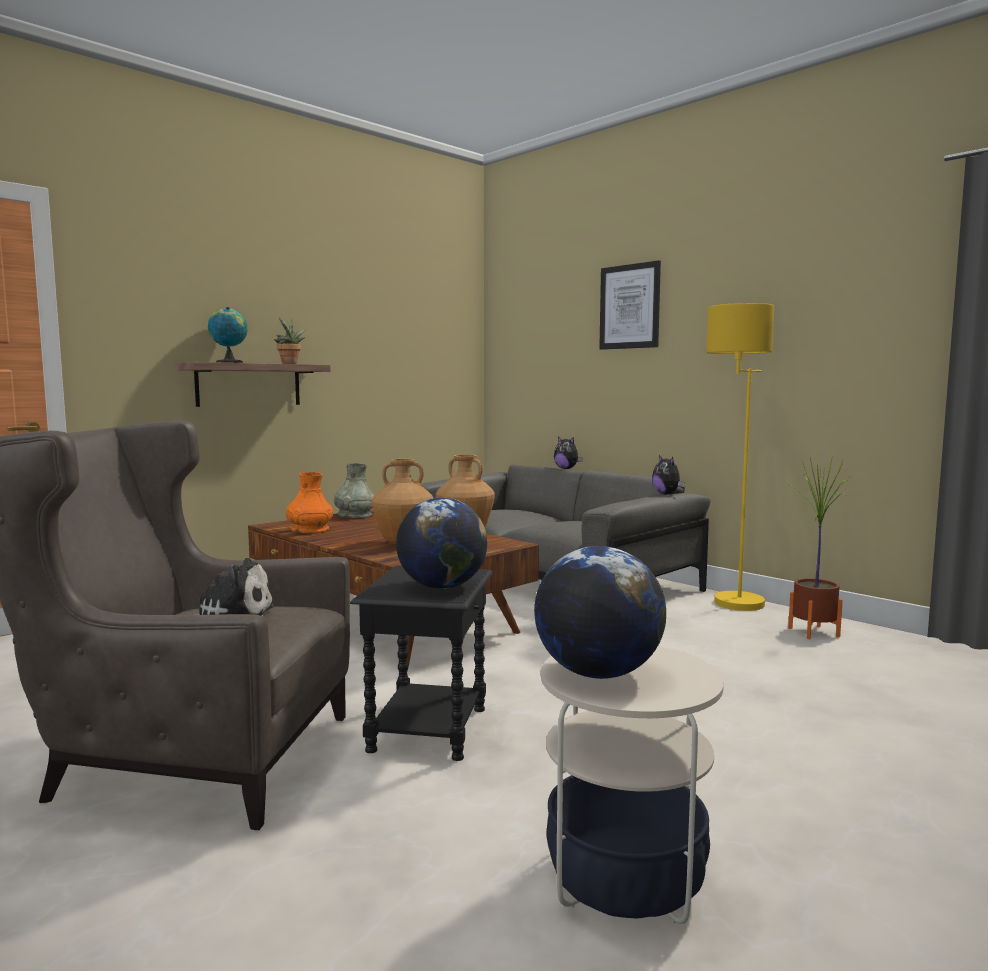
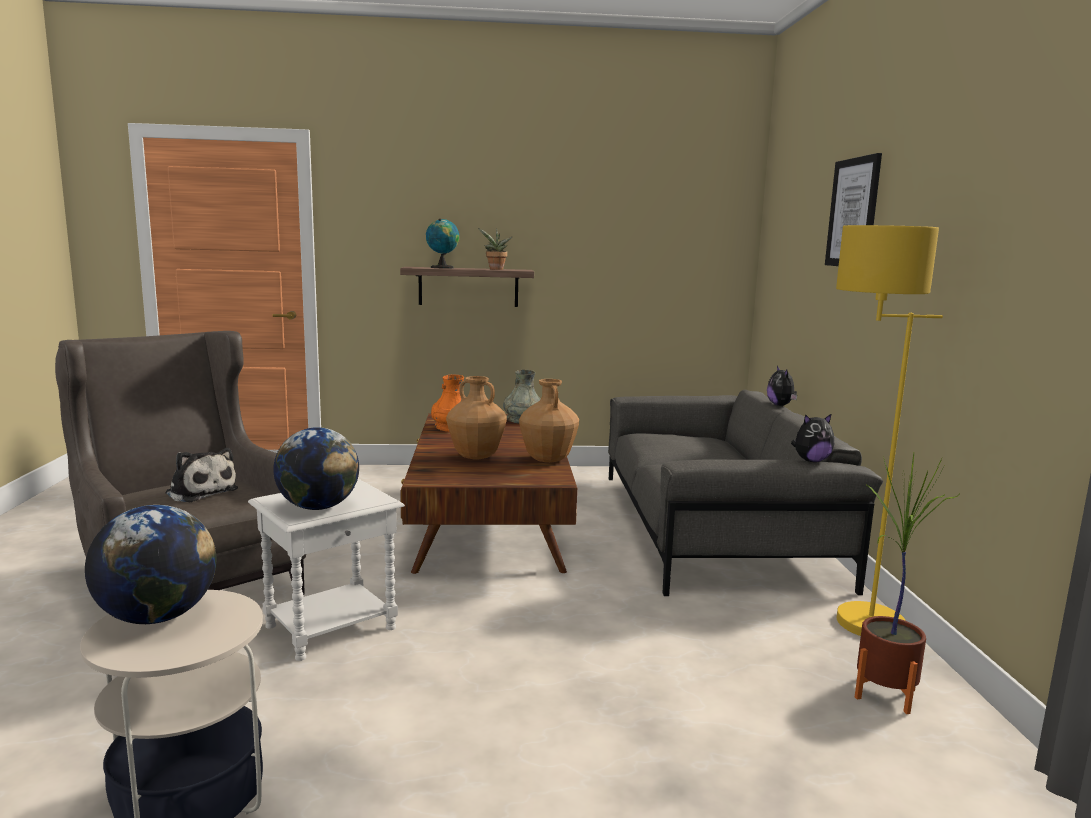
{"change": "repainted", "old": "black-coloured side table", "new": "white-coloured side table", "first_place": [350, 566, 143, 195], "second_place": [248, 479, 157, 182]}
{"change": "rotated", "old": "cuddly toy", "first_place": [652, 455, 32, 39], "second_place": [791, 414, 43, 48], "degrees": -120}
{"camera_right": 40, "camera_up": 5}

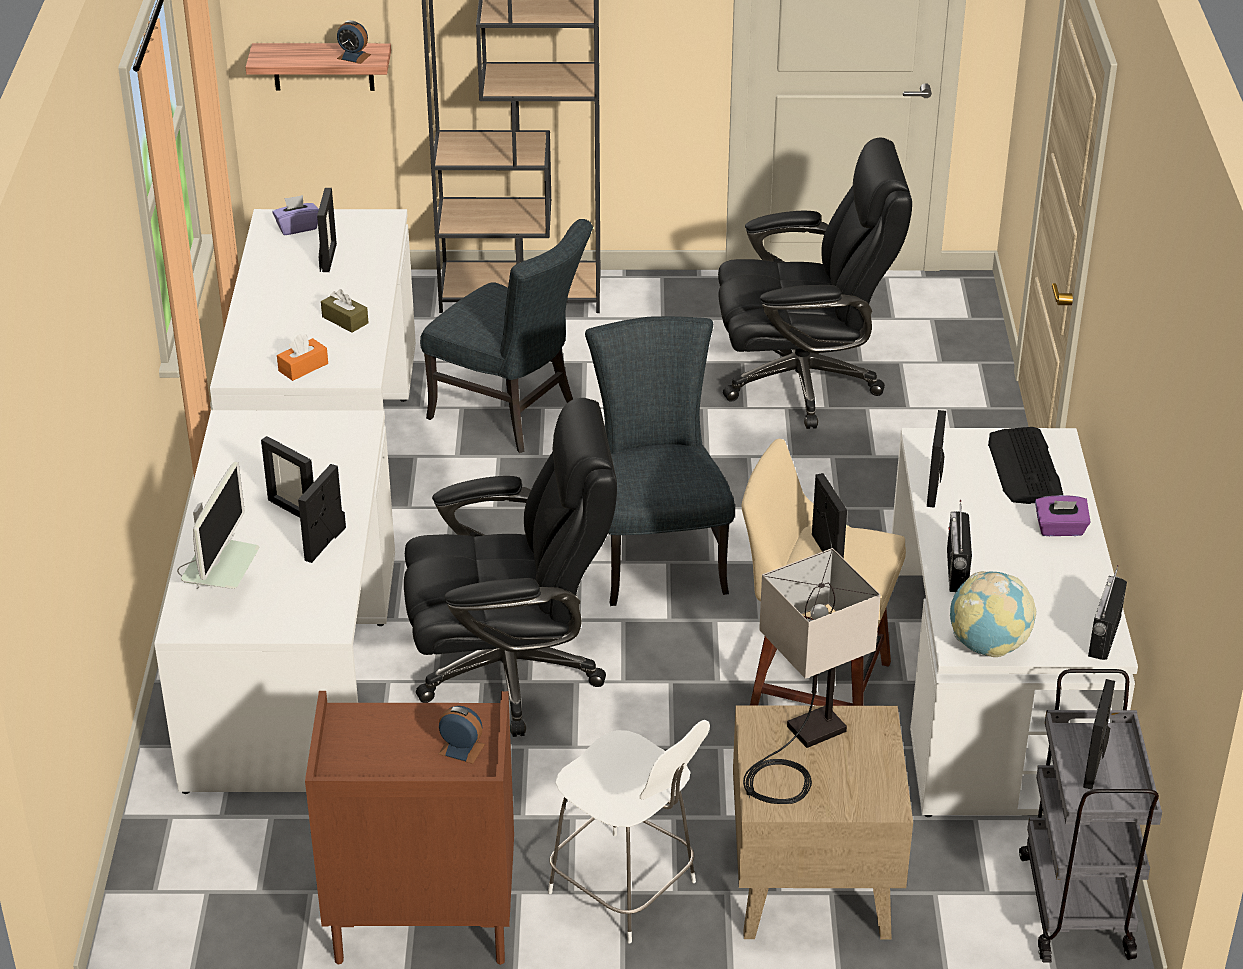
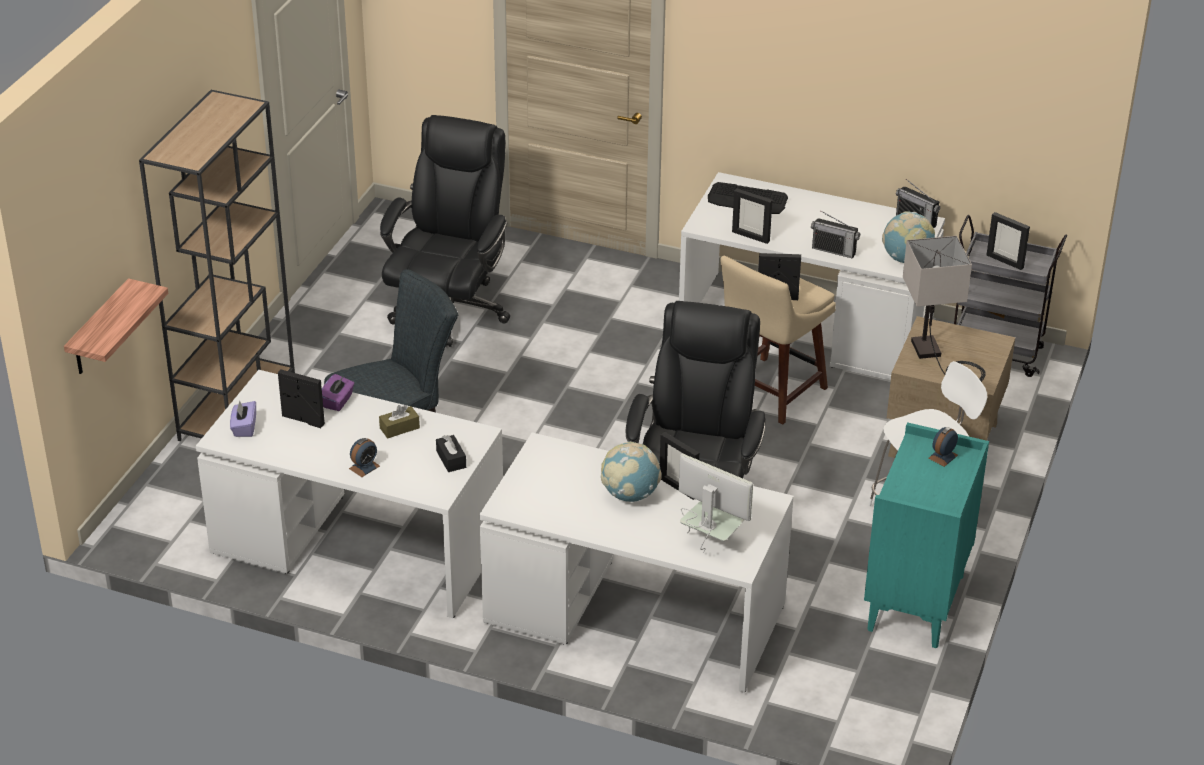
{"change": "swapped", "old": "photo frame", "new": "globe", "first_place": [261, 436, 53, 82], "second_place": [601, 442, 60, 60]}
{"change": "repainted", "old": "orangey box of tissues", "new": "black-coloured box of tissues", "first_place": [277, 334, 51, 47], "second_place": [436, 435, 30, 37]}
{"change": "repainted", "old": "brownish cabinet", "new": "turquoise-coloured cabinet", "first_place": [305, 691, 209, 274], "second_place": [864, 422, 125, 226]}
{"change": "shifted", "old": "bedside clock", "first_place": [337, 20, 34, 44], "second_place": [349, 438, 31, 39]}
{"change": "gone", "old": "gray chair", "first_place": [585, 316, 150, 290]}
{"change": "shifted", "old": "purple box of tissues", "first_place": [1035, 495, 56, 41], "second_place": [322, 374, 32, 37]}
{"camera_right": -70, "camera_up": 0}

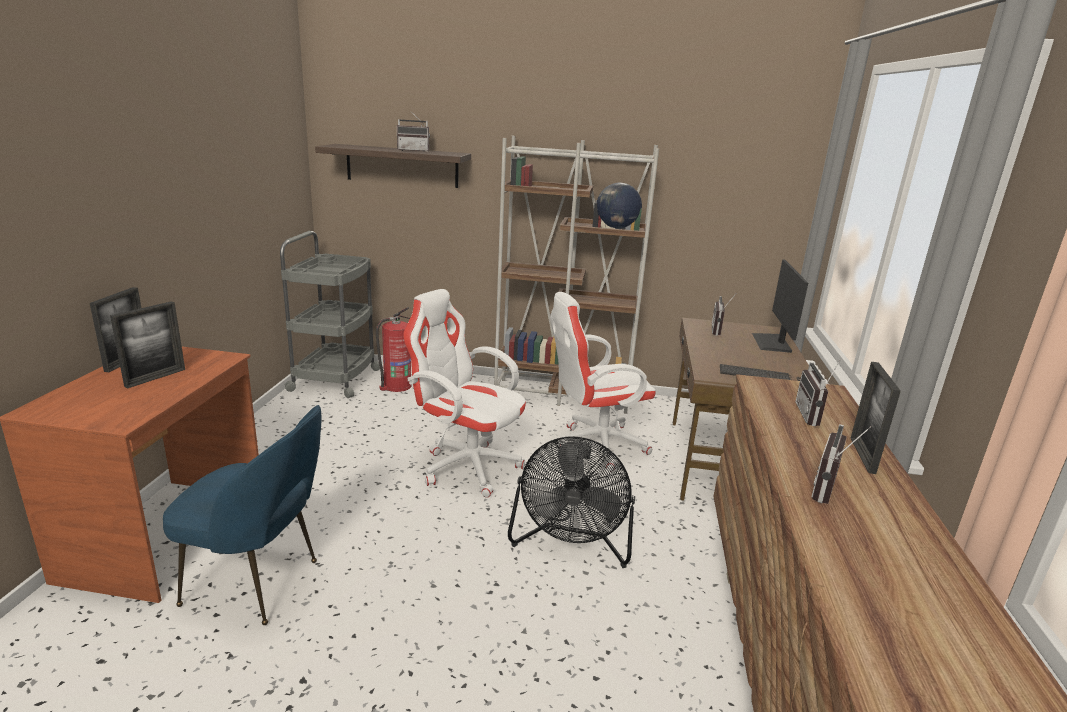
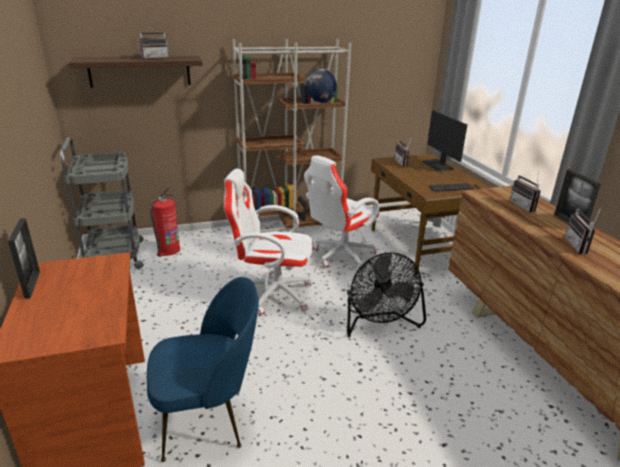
{"change": "gone", "old": "photo frame", "first_place": [110, 301, 75, 87]}
{"camera_right": -25, "camera_up": 5}

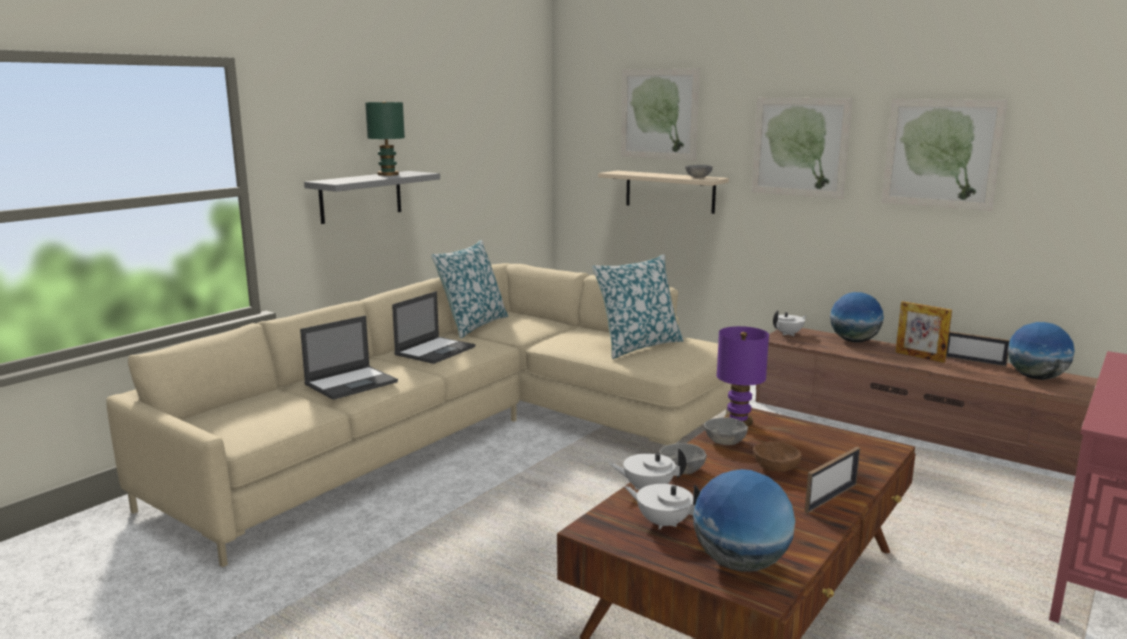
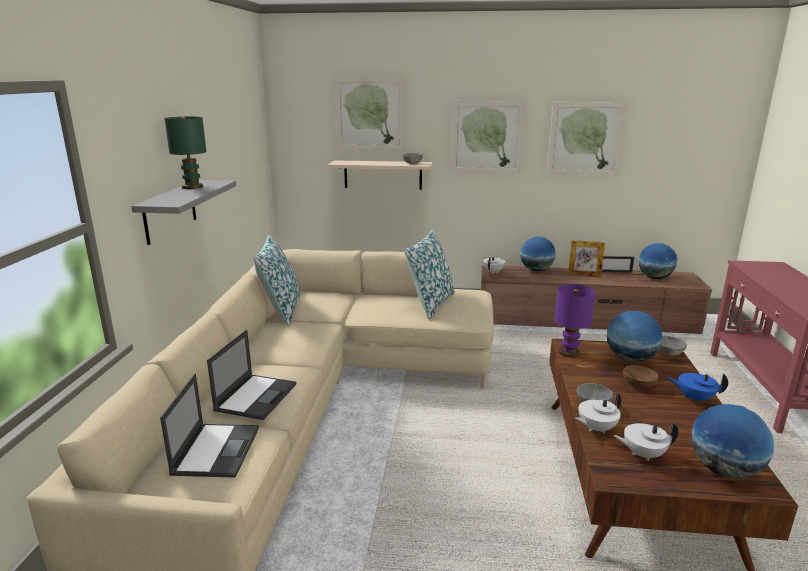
{"change": "shifted", "old": "portable computer", "first_place": [392, 291, 83, 73], "second_place": [160, 373, 99, 105]}
{"change": "shifted", "old": "gray serving bowl", "first_place": [704, 417, 44, 28], "second_place": [659, 336, 28, 20]}
{"change": "swapped", "old": "photo frame", "new": "blue-coloured tea pot", "first_place": [805, 447, 55, 66], "second_place": [668, 373, 60, 30]}
{"change": "new", "new": "globe", "second_place": [607, 311, 56, 51]}
{"camera_right": -30, "camera_up": 5}

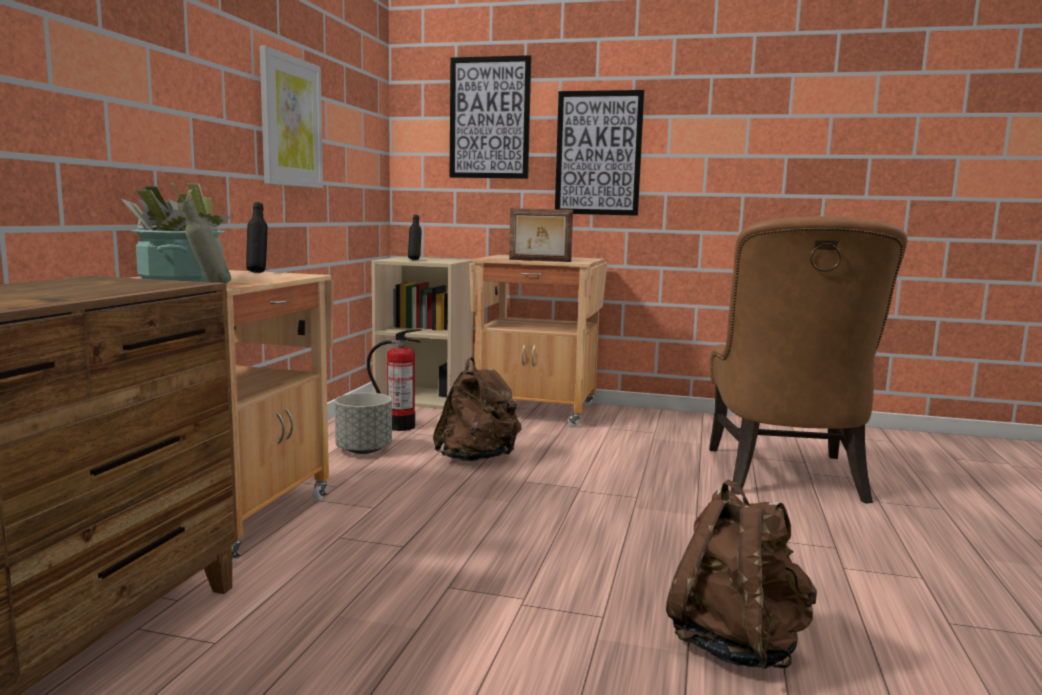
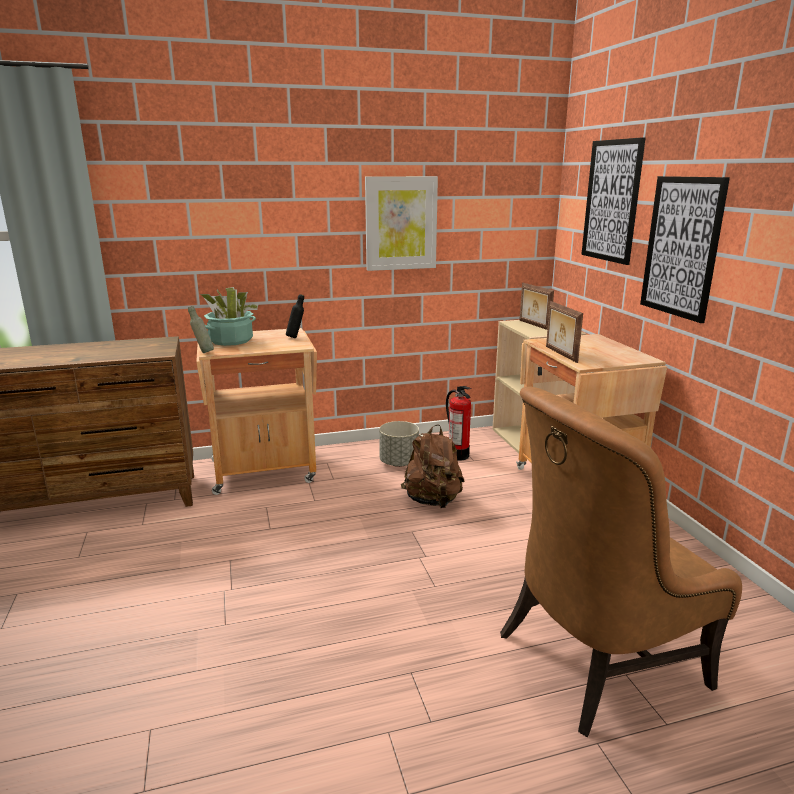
{"change": "swapped", "old": "black-coloured beverage bottle", "new": "photo frame", "first_place": [408, 215, 14, 45], "second_place": [520, 283, 34, 47]}
{"change": "gone", "old": "brownish rucksack", "first_place": [666, 480, 151, 189]}
{"camera_right": 60, "camera_up": 10}

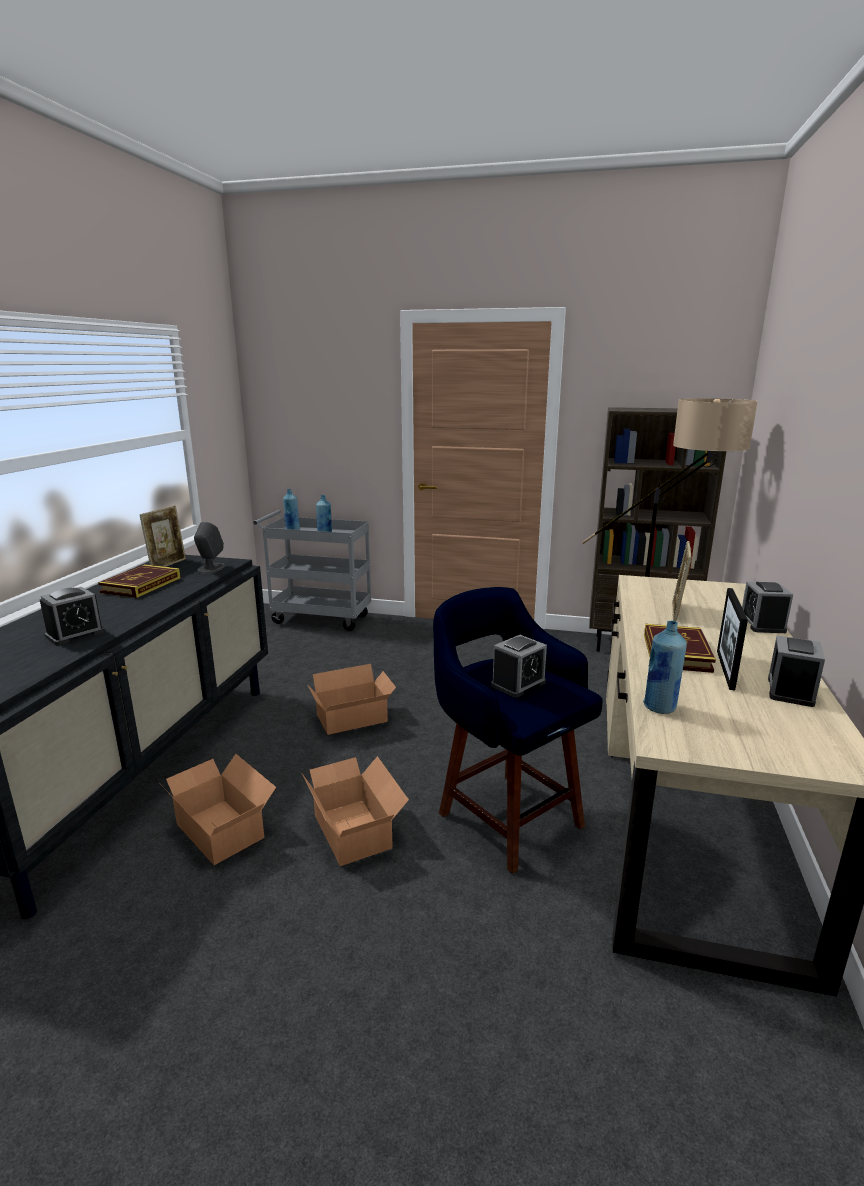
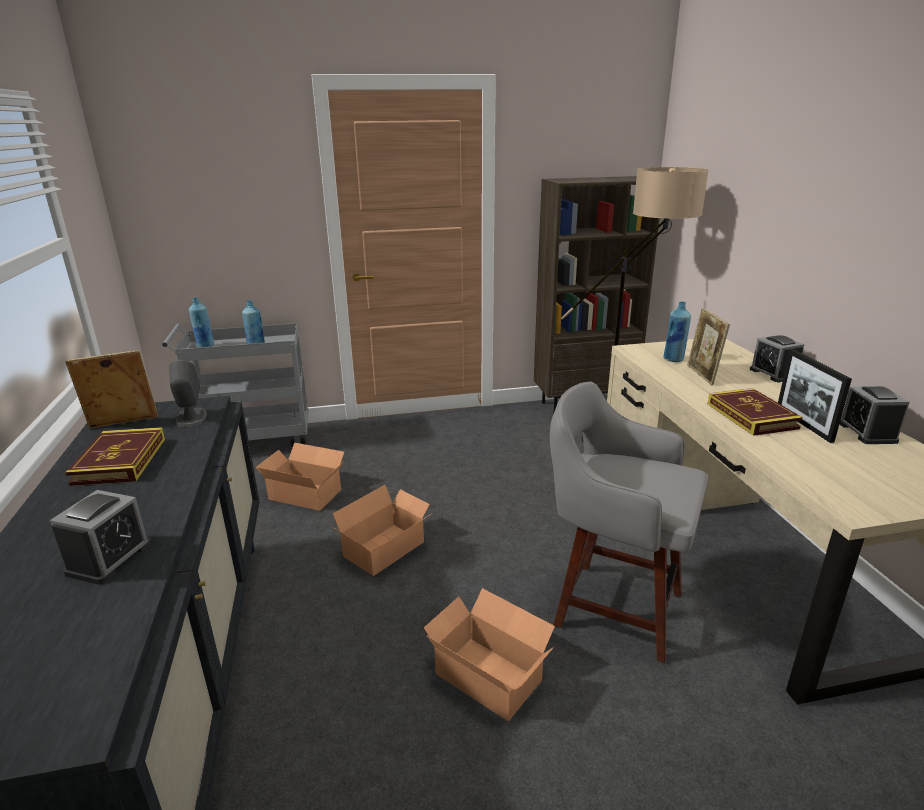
{"change": "rotated", "old": "photo frame", "first_place": [140, 506, 46, 61], "second_place": [65, 350, 93, 79], "degrees": -105}
{"change": "shifted", "old": "packing box", "first_place": [160, 754, 116, 111], "second_place": [256, 443, 88, 68]}
{"change": "repainted", "old": "blue-coloured stool", "new": "gray stool", "first_place": [433, 587, 170, 287], "second_place": [550, 382, 158, 281]}
{"change": "gone", "old": "bedside clock", "first_place": [491, 635, 56, 63]}
{"change": "shifted", "old": "blue-coloured beverage bottle", "first_place": [643, 621, 44, 93], "second_place": [663, 302, 28, 60]}
{"camera_right": -25, "camera_up": 5}

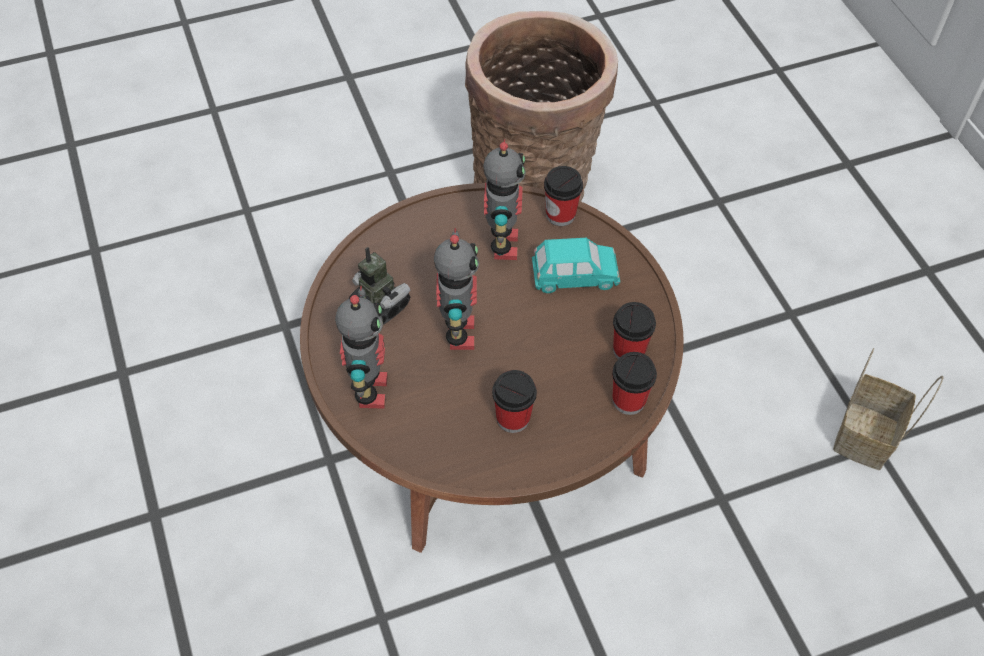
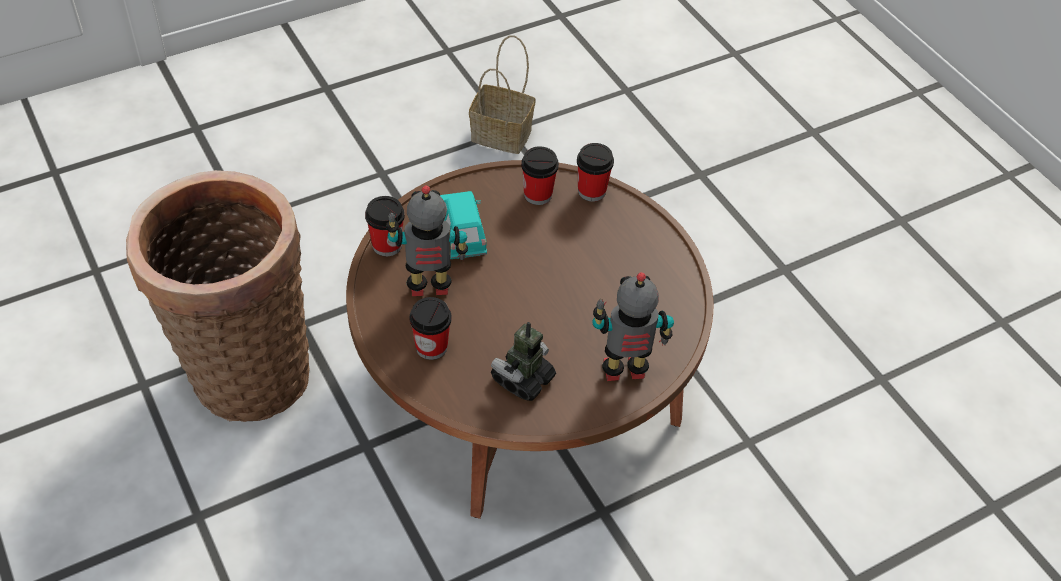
{"change": "gone", "old": "toy robot", "first_place": [434, 228, 45, 122]}
{"change": "shifted", "old": "small cup", "first_place": [492, 370, 45, 63], "second_place": [410, 297, 42, 63]}
{"camera_right": -100, "camera_up": -5}

